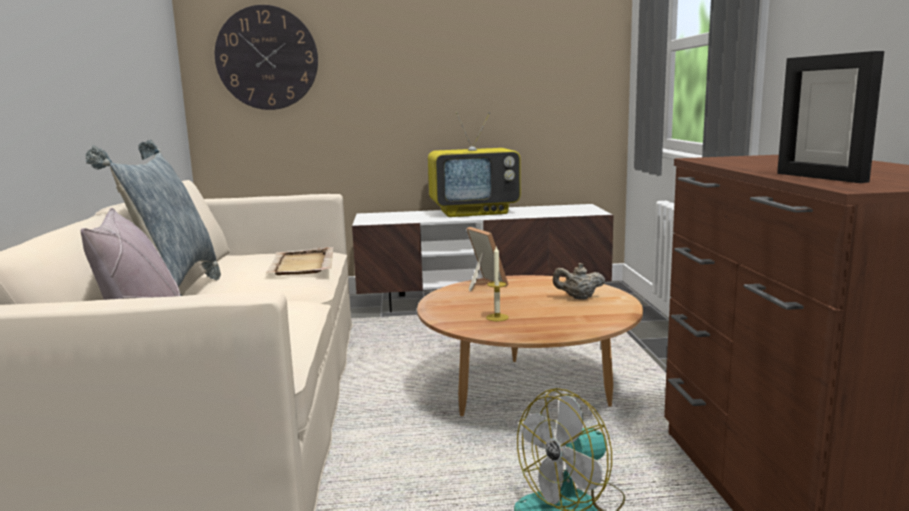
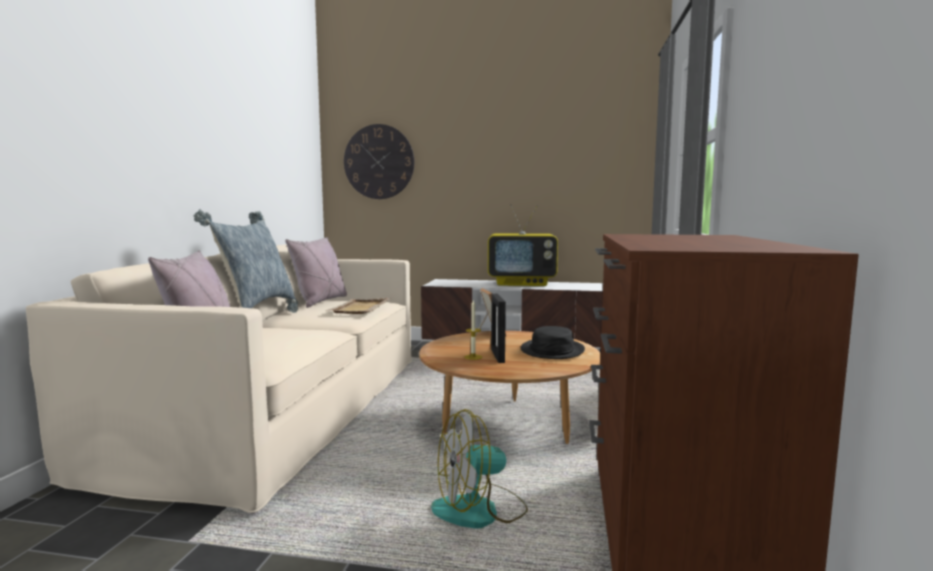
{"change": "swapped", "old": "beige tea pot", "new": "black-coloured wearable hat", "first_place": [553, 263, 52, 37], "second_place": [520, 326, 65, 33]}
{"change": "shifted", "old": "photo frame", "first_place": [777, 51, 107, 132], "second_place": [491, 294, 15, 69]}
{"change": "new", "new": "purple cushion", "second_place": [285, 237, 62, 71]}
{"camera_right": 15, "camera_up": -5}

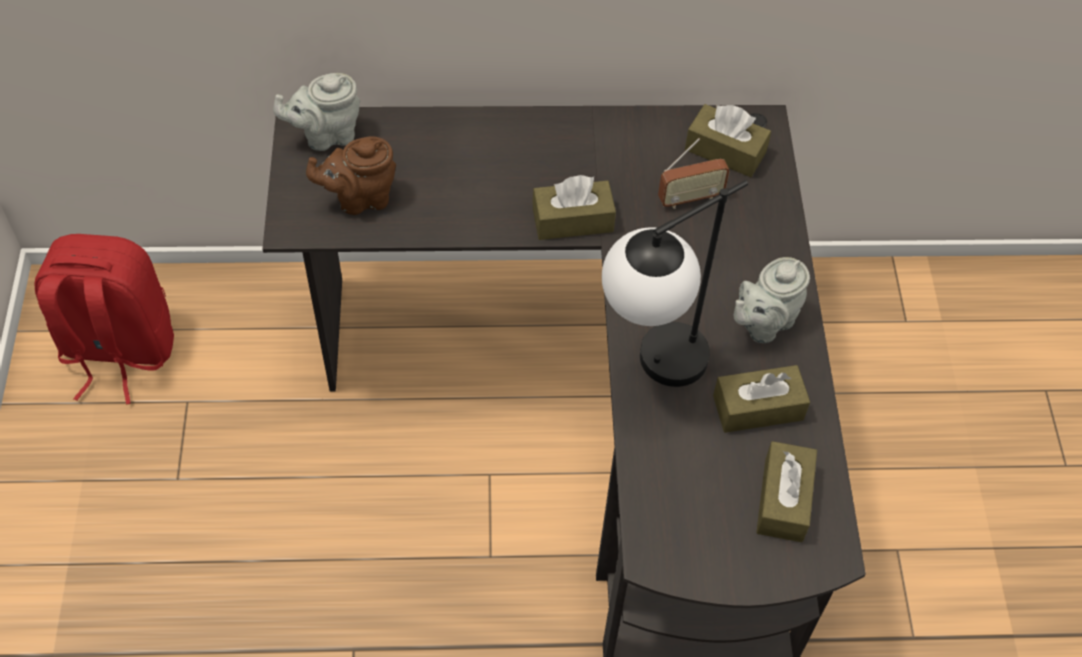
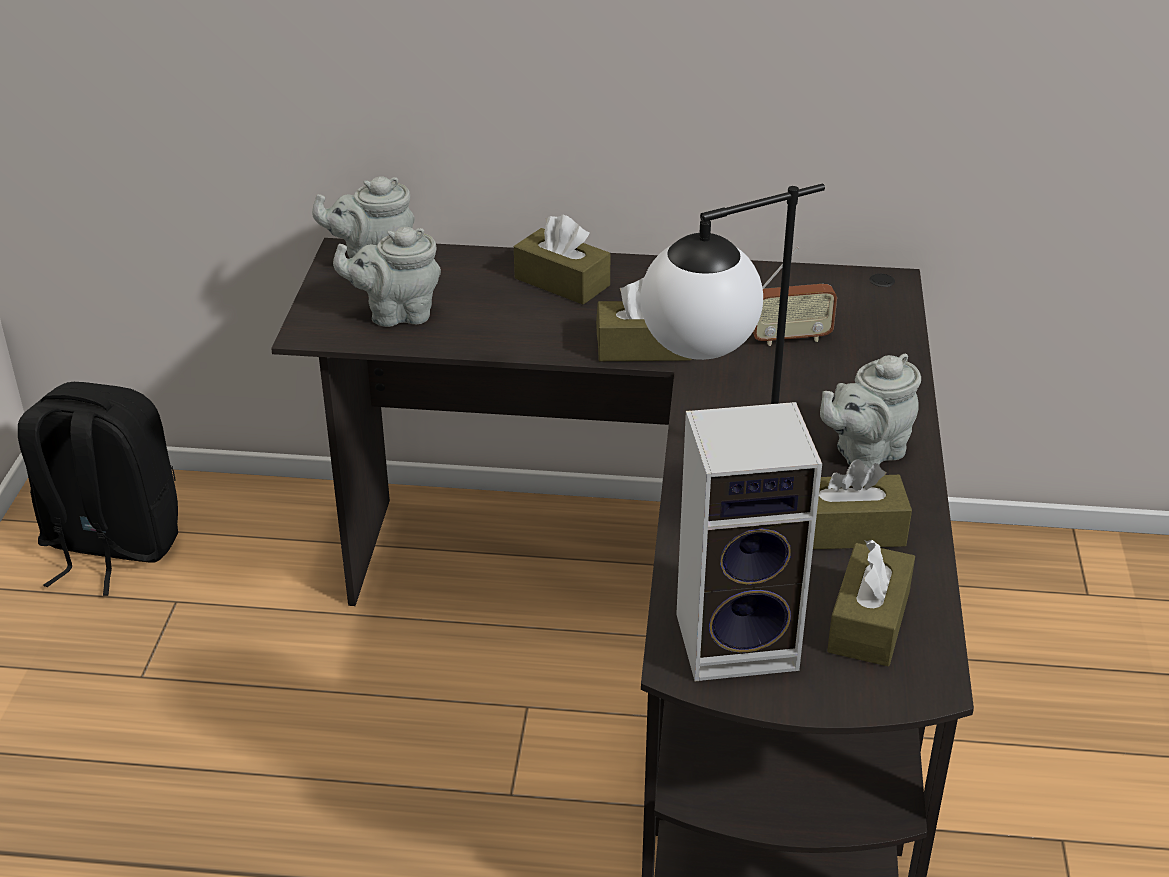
{"change": "repainted", "old": "red-coloured rucksack", "new": "black-coloured rucksack", "first_place": [34, 234, 140, 171], "second_place": [18, 382, 160, 214]}
{"change": "repainted", "old": "brownish tea pot", "new": "gray tea pot", "first_place": [306, 137, 90, 78], "second_place": [333, 227, 108, 100]}
{"change": "shifted", "old": "brownish box of tissues", "first_place": [685, 104, 86, 73], "second_place": [514, 214, 96, 91]}
{"change": "new", "new": "audio speaker", "second_place": [676, 402, 146, 279]}
{"camera_right": 10, "camera_up": -20}

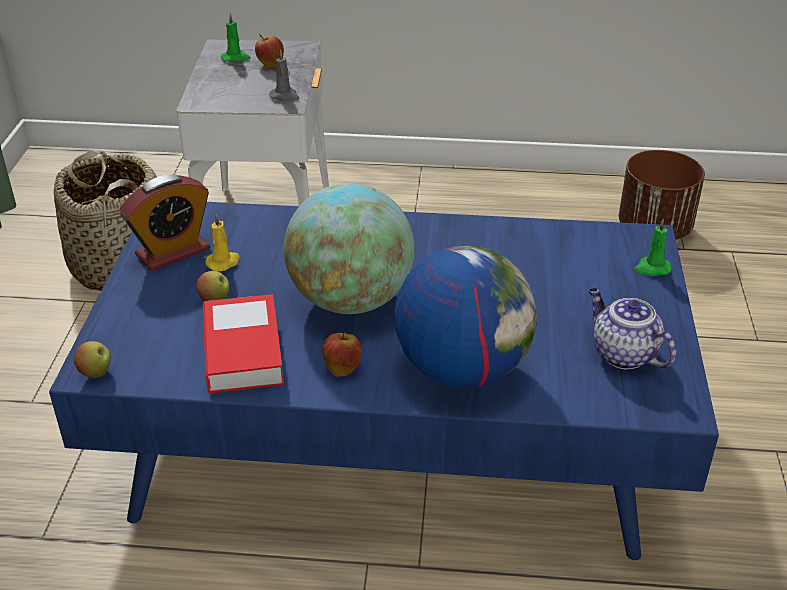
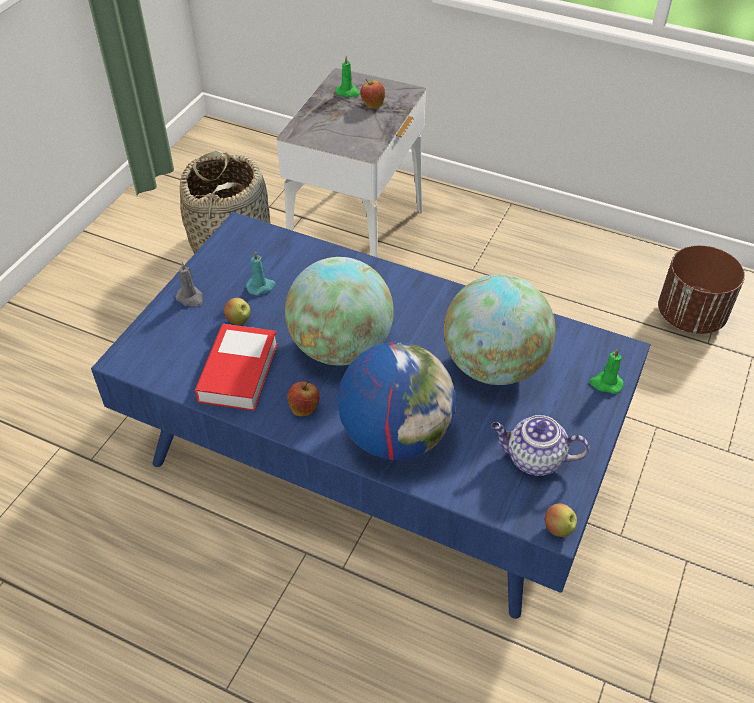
{"change": "shifted", "old": "apple", "first_place": [74, 341, 37, 37], "second_place": [545, 503, 32, 34]}
{"change": "gone", "old": "bedside clock", "first_place": [120, 175, 90, 96]}
{"change": "repainted", "old": "yellow wax candle", "new": "turquoise-coloured wax candle", "first_place": [206, 213, 34, 59], "second_place": [246, 251, 30, 44]}
{"change": "shifted", "old": "gray wax candle", "first_place": [269, 49, 30, 52], "second_place": [176, 262, 27, 45]}
{"change": "rotated", "old": "tea pot", "first_place": [588, 288, 88, 81], "second_place": [491, 415, 99, 61], "degrees": -60}
{"change": "new", "new": "globe", "second_place": [444, 274, 112, 111]}
{"camera_right": 20, "camera_up": 10}

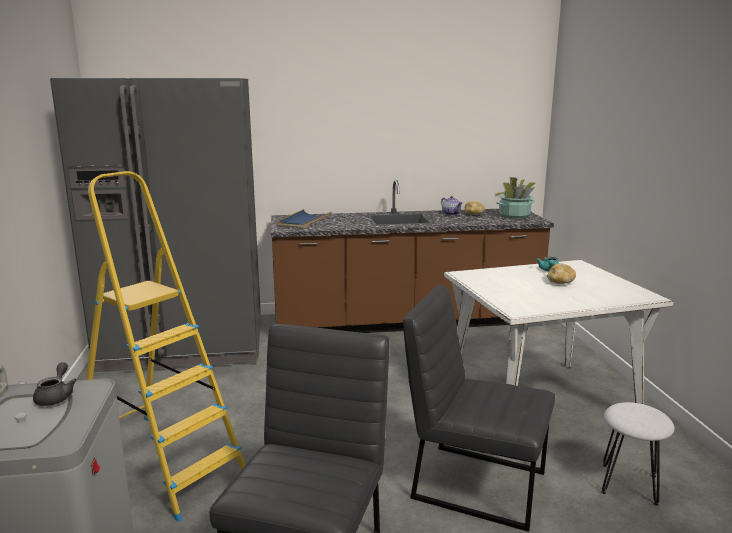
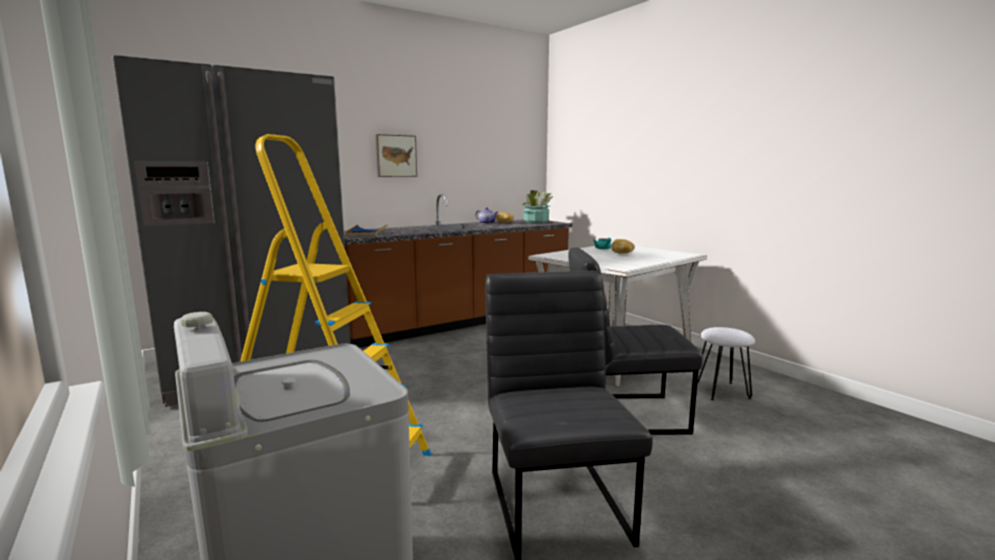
{"change": "gone", "old": "gray tea pot", "first_place": [33, 362, 44, 44]}
{"change": "new", "new": "picture", "second_place": [375, 134, 42, 43]}
{"camera_right": -25, "camera_up": -5}

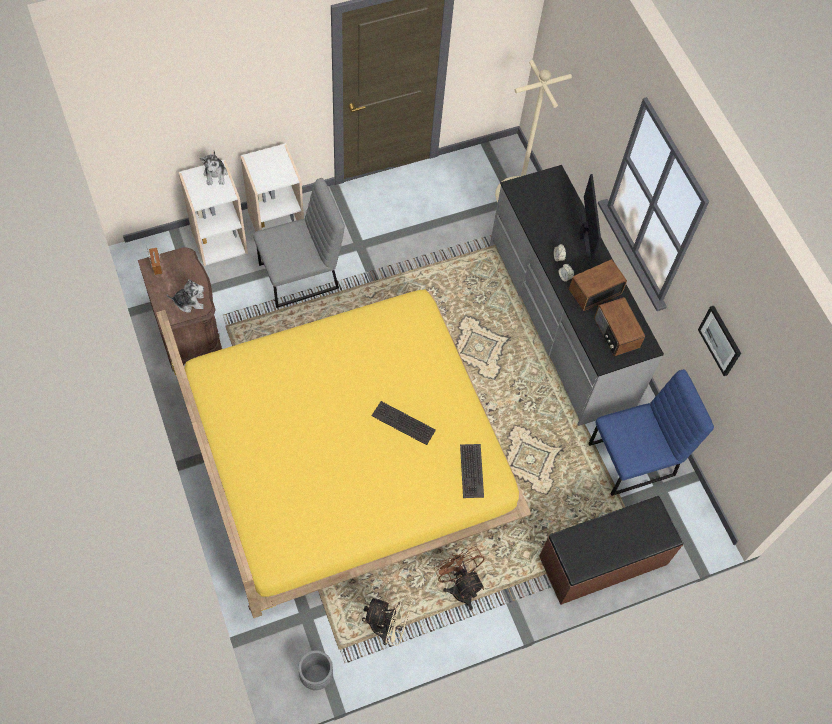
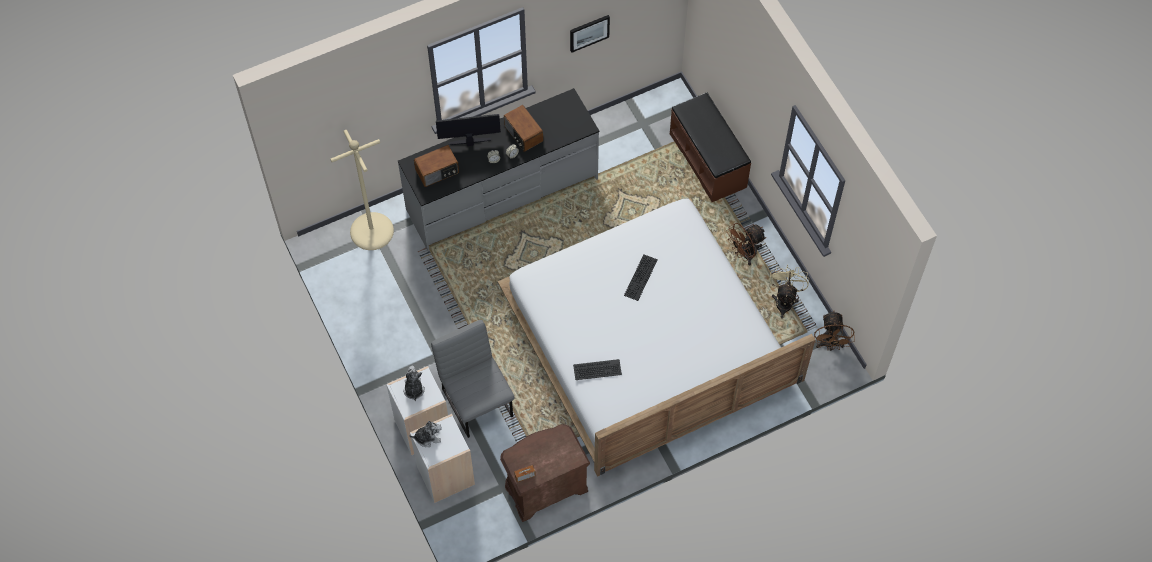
{"change": "repainted", "old": "yellow bedroom bed", "new": "white-coloured bedroom bed", "first_place": [156, 289, 375, 329], "second_place": [498, 198, 317, 279]}
{"change": "shifted", "old": "cuddly toy", "first_place": [167, 279, 37, 34], "second_place": [403, 366, 22, 35]}
{"change": "swapped", "old": "gray flower pot", "new": "brownish cooling fan", "first_place": [298, 650, 35, 40], "second_place": [814, 311, 41, 40]}
{"change": "shifted", "old": "computer keyboard", "first_place": [460, 444, 24, 54], "second_place": [573, 359, 49, 21]}
{"change": "gone", "old": "blue-coloured chair", "first_place": [588, 369, 126, 127]}
{"change": "shifted", "old": "radio set", "first_place": [594, 297, 51, 59], "second_place": [414, 145, 45, 42]}
{"camera_right": -90, "camera_up": 0}

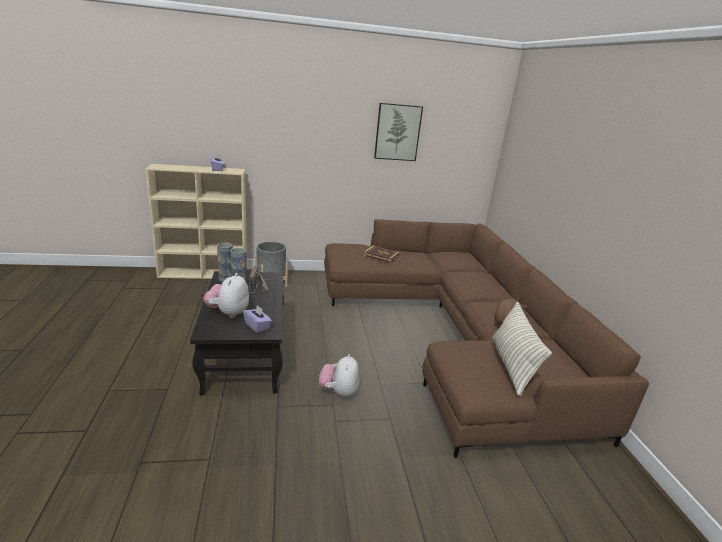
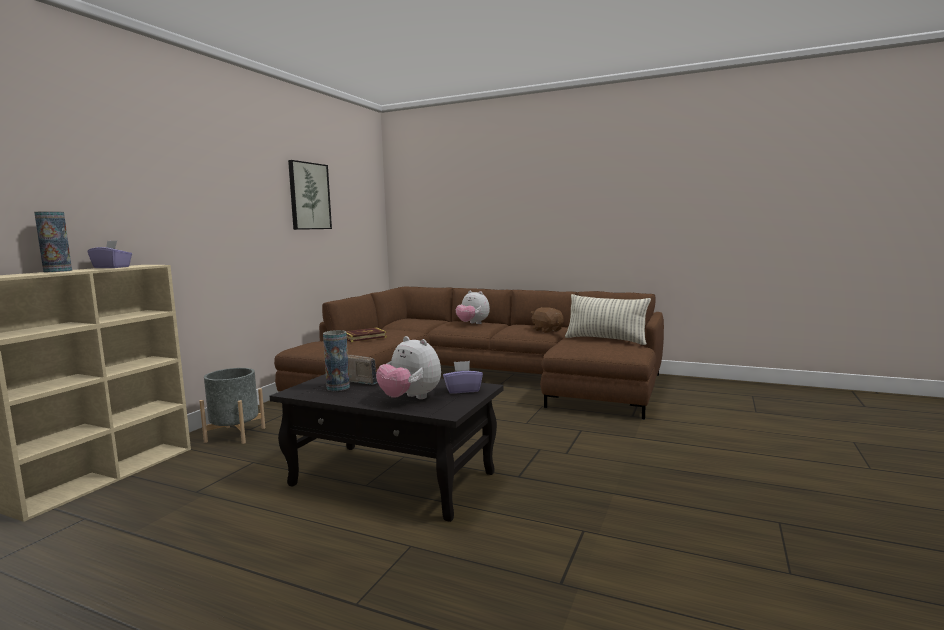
{"change": "shifted", "old": "decorative vase", "first_place": [217, 243, 16, 39], "second_place": [34, 211, 38, 61]}
{"change": "shifted", "old": "cuddly toy", "first_place": [319, 354, 41, 44], "second_place": [456, 291, 34, 33]}
{"camera_right": -55, "camera_up": -15}

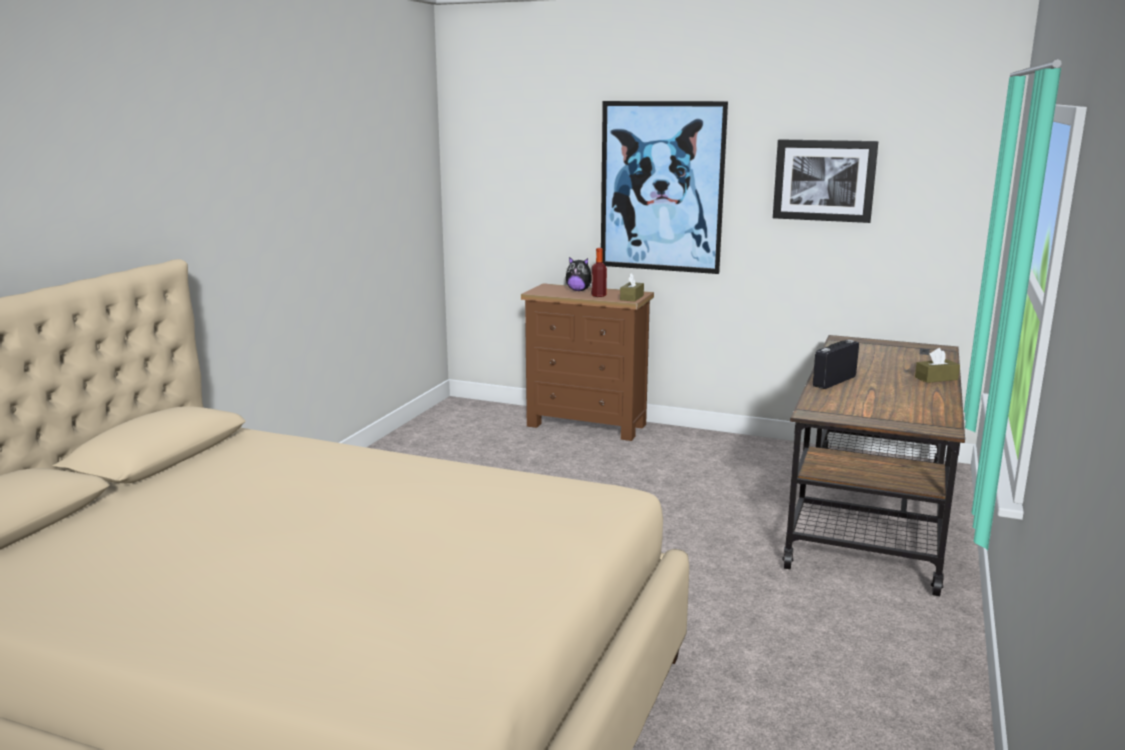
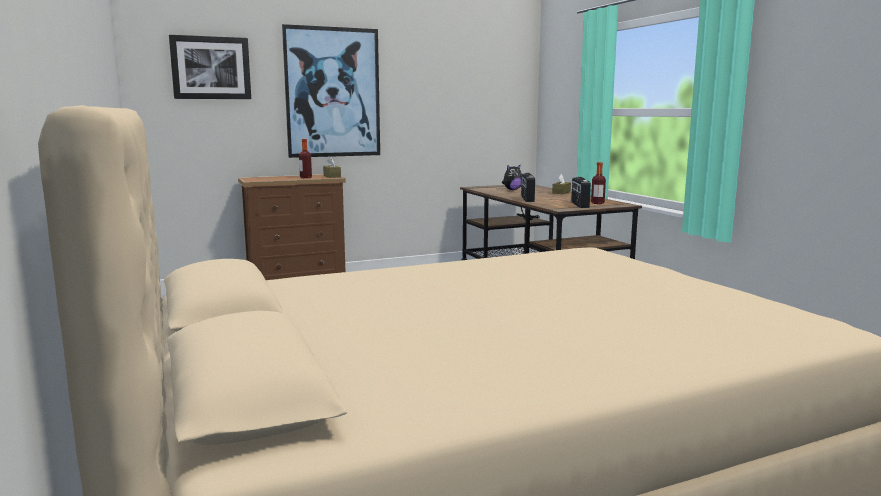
{"change": "shifted", "old": "cuddly toy", "first_place": [566, 257, 25, 34], "second_place": [502, 165, 20, 25]}
{"change": "shifted", "old": "picture", "first_place": [773, 139, 105, 84], "second_place": [169, 35, 82, 64]}
{"change": "new", "new": "radio set", "second_place": [571, 177, 20, 31]}
{"change": "new", "new": "beverage bottle", "second_place": [591, 162, 15, 42]}
{"camera_right": -45, "camera_up": -5}

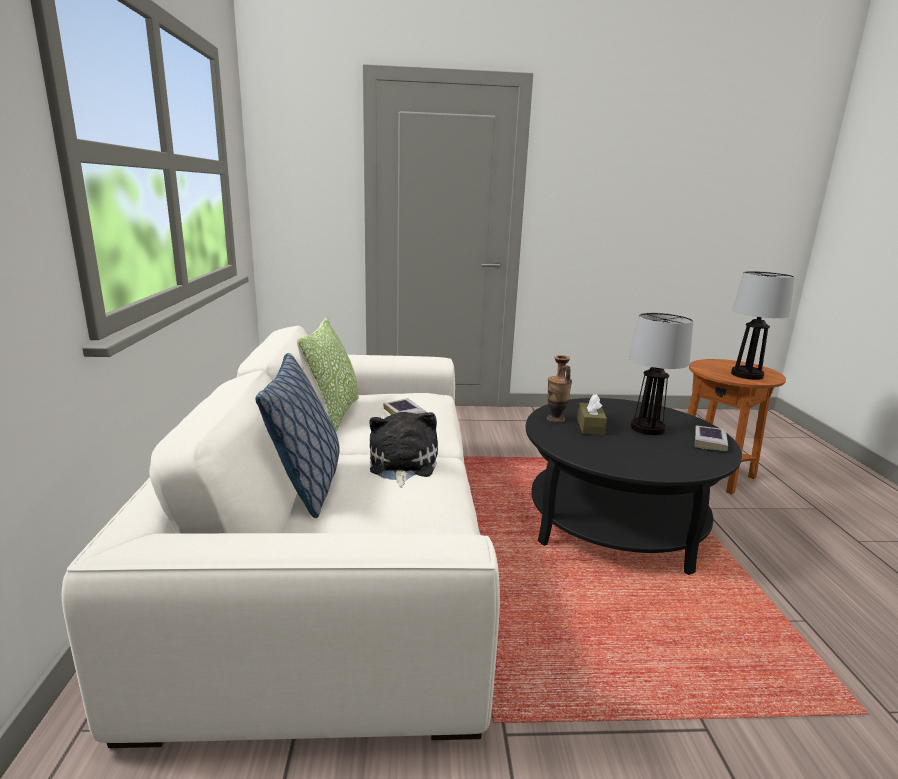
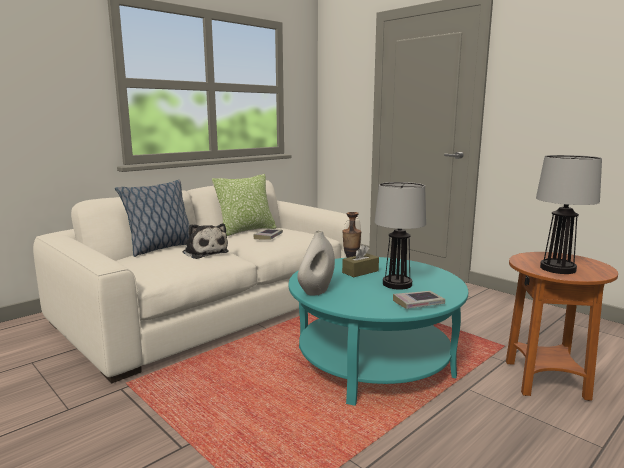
{"change": "rotated", "old": "cuddly toy", "first_place": [370, 412, 68, 76], "second_place": [183, 223, 46, 36], "degrees": 90}
{"change": "repainted", "old": "black-coloured lounge table", "new": "turquoise-coloured lounge table", "first_place": [526, 398, 216, 177], "second_place": [289, 257, 179, 149]}
{"change": "new", "new": "white-coloured decorative vase", "second_place": [297, 230, 38, 66]}
{"camera_right": 50, "camera_up": -5}

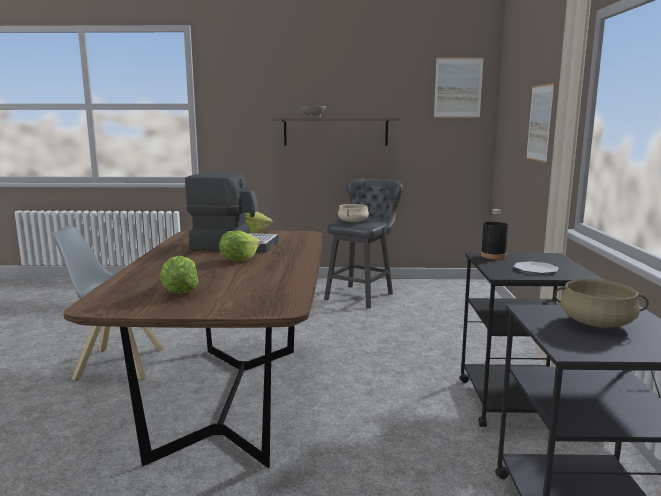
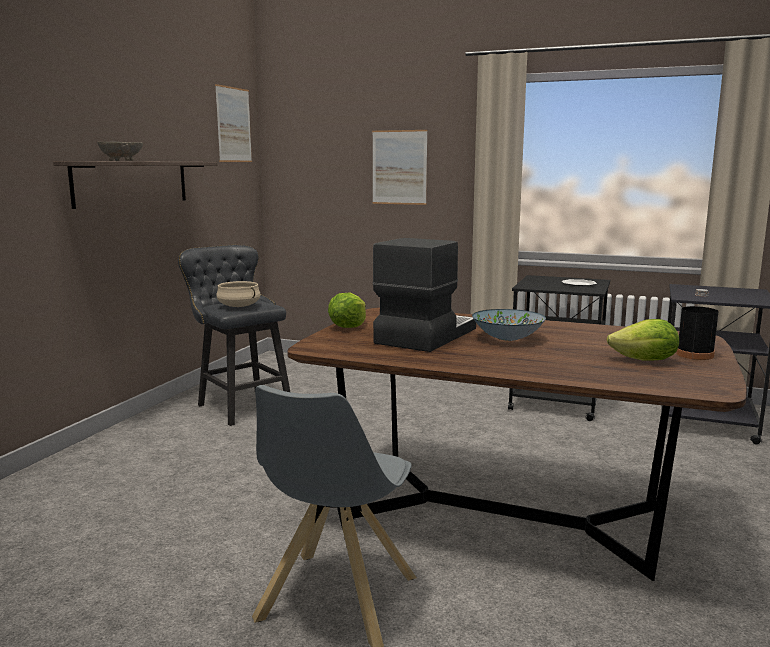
{"change": "swapped", "old": "lettuce head", "new": "serving bowl", "first_place": [219, 231, 41, 30], "second_place": [472, 309, 74, 32]}
{"change": "shifted", "old": "black-coloured beverage bottle", "first_place": [481, 209, 27, 50], "second_place": [676, 289, 42, 71]}
{"change": "gone", "old": "beige stockpot", "first_place": [554, 279, 95, 49]}
{"camera_right": -70, "camera_up": 0}

